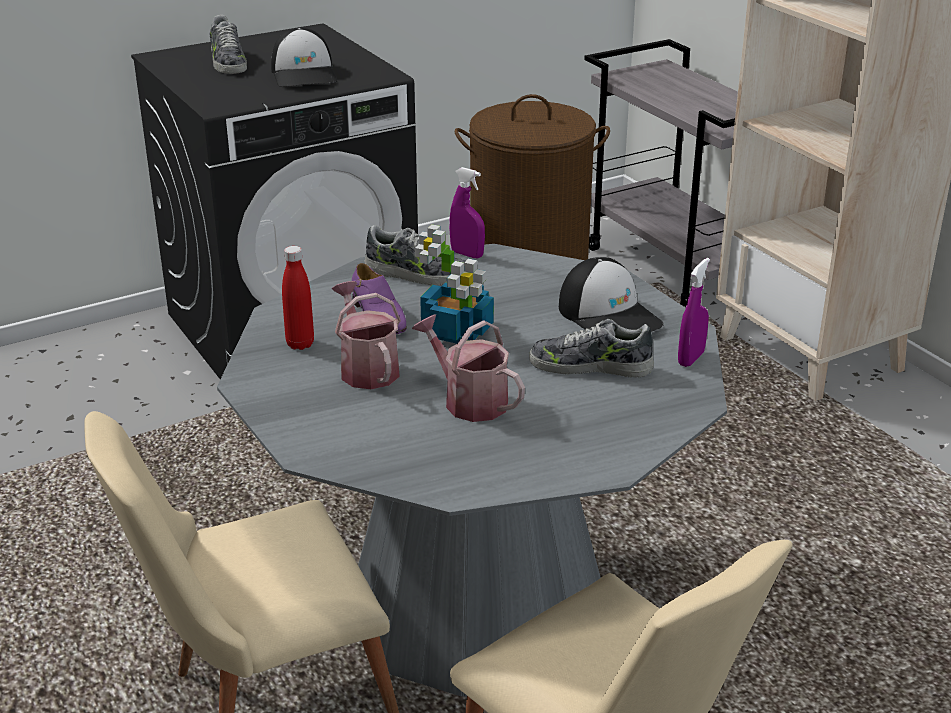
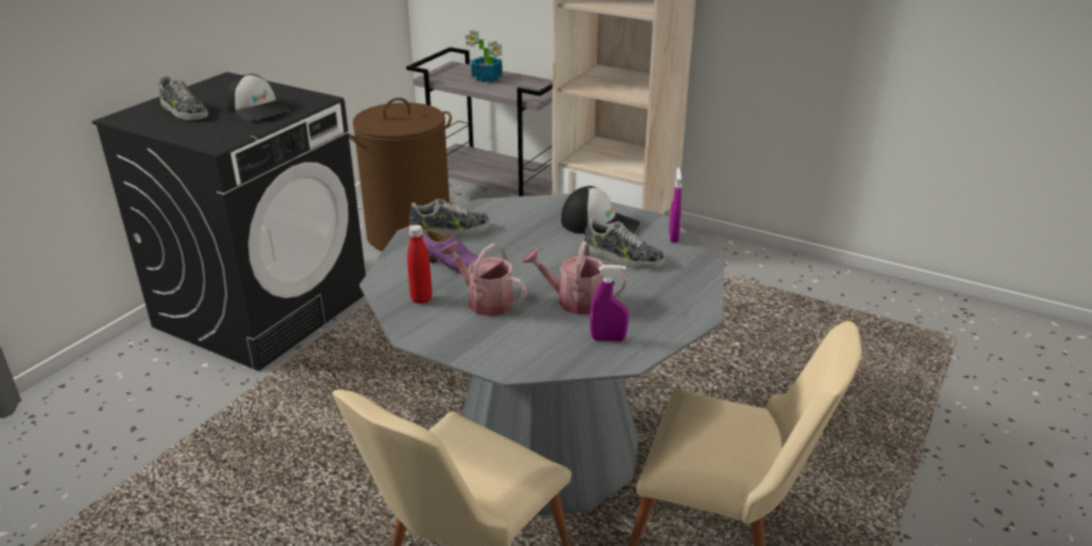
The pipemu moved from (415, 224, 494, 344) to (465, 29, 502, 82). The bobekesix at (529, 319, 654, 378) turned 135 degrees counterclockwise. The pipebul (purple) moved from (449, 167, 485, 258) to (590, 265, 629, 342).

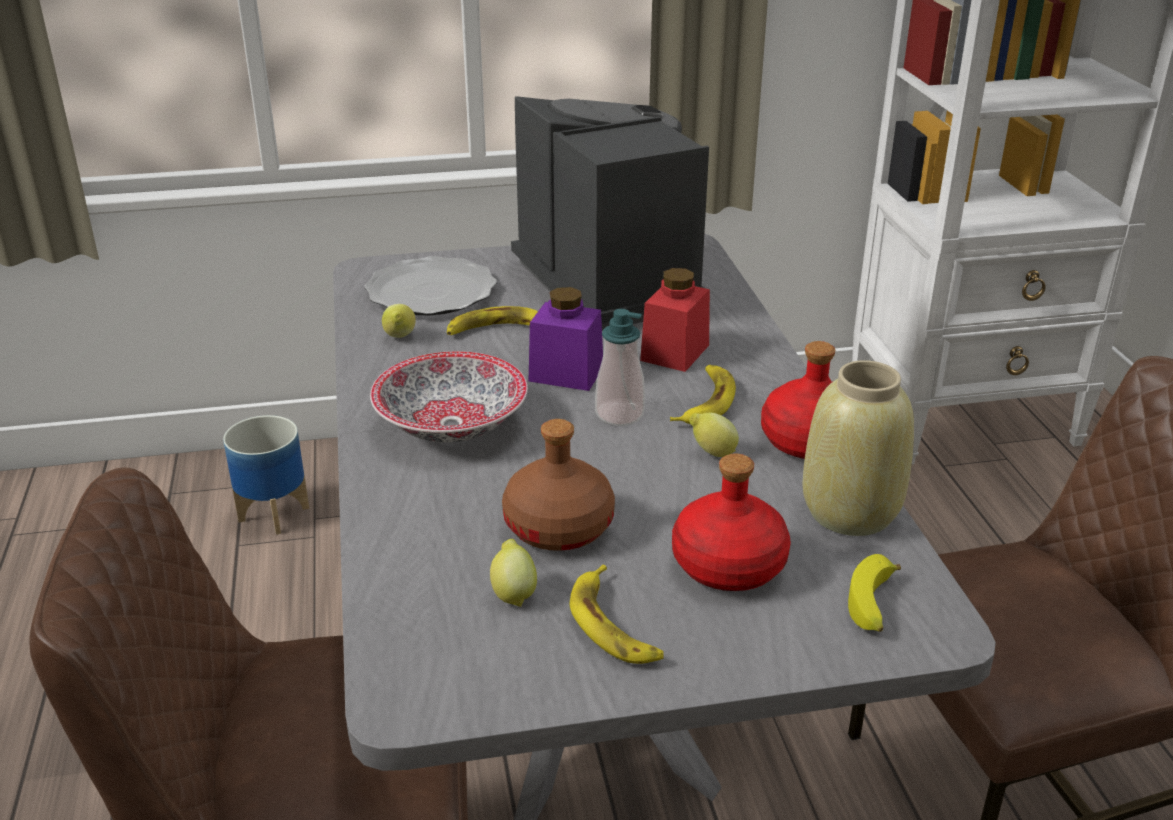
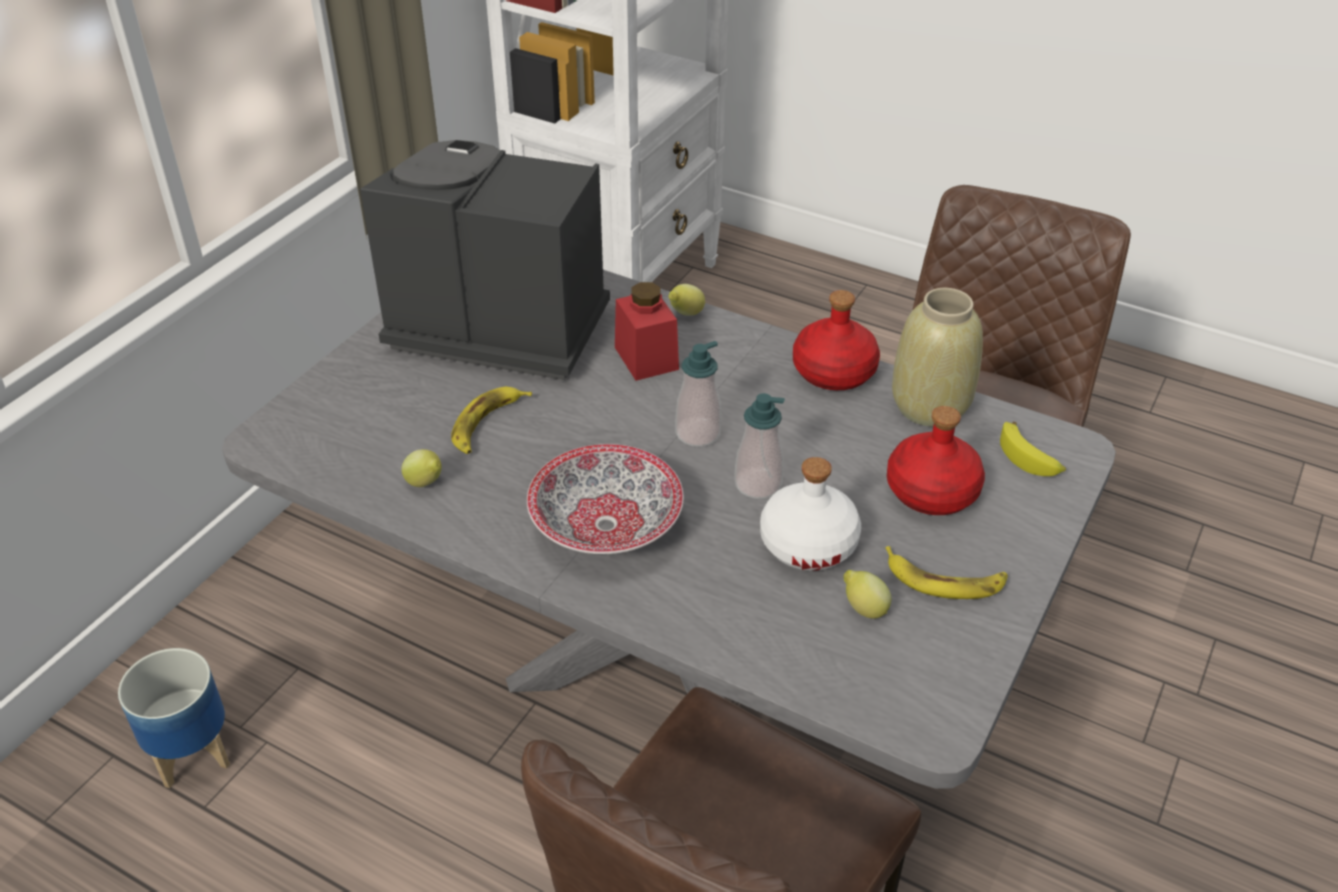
The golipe moved from (689, 413, 739, 457) to (669, 284, 705, 316). The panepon at (734, 393, 785, 499) appeared. The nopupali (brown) at (502, 419, 615, 550) became the nopupali (white) at (760, 457, 861, 571). The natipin at (364, 256, 497, 315) disappeared. The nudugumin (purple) at (528, 287, 603, 391) disappeared. The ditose at (670, 365, 736, 424) disappeared.

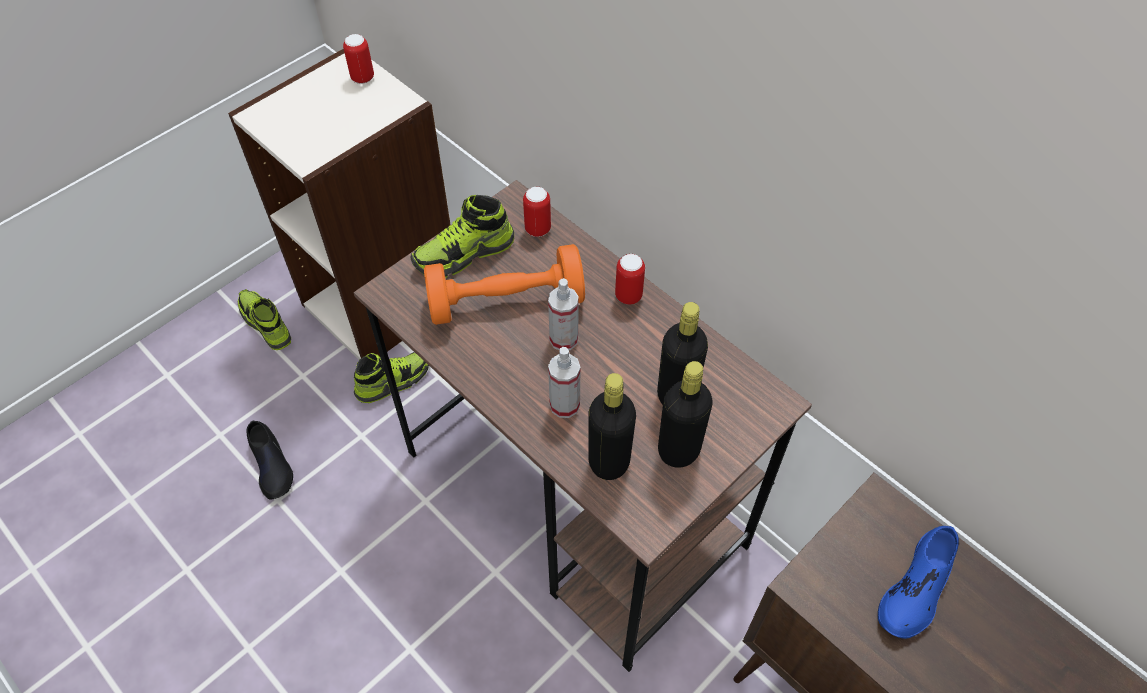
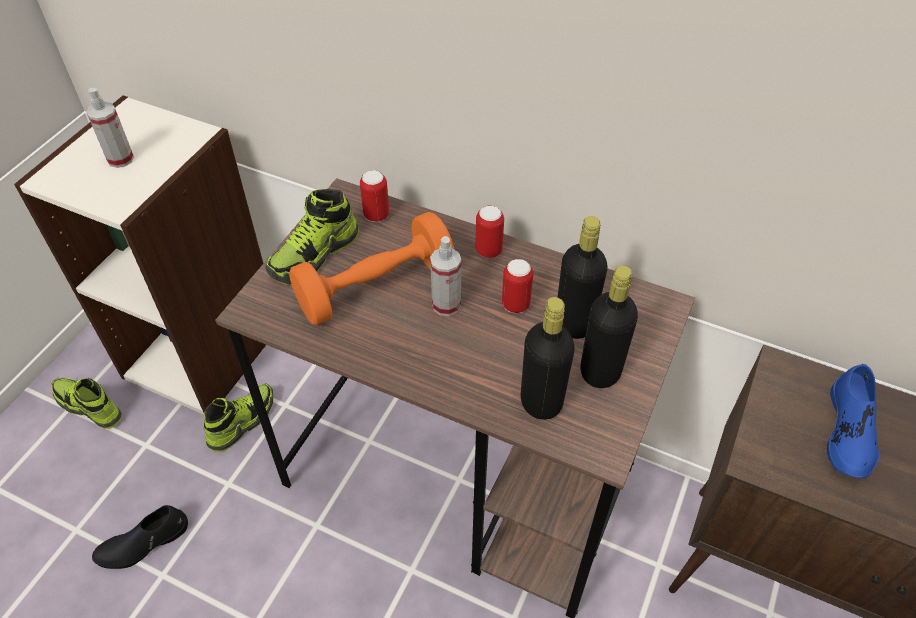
The pipebul moved from (548, 347, 580, 418) to (86, 88, 134, 168). The bobekesix (black) at (246, 420, 293, 500) turned 105 degrees clockwise. The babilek moved from (343, 34, 374, 84) to (502, 259, 533, 314).

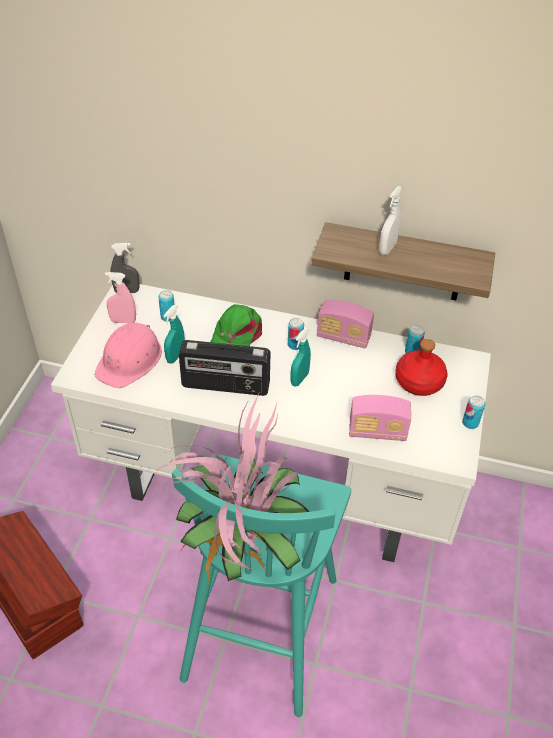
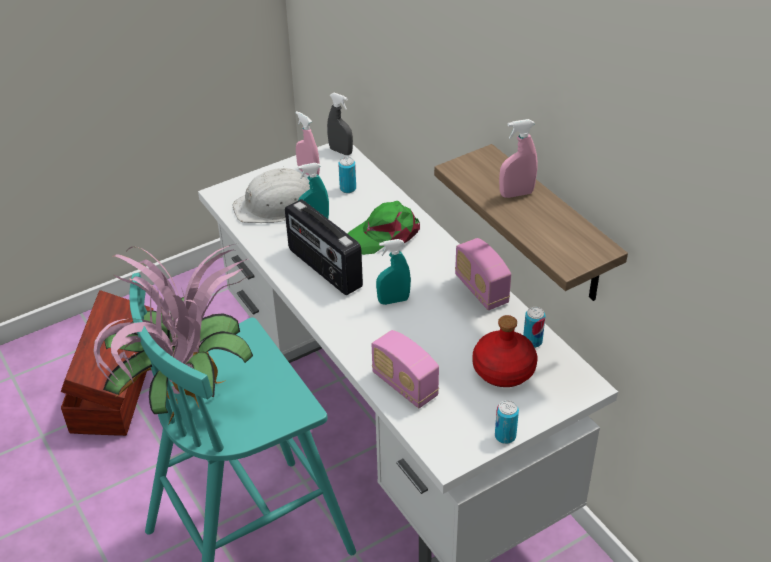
The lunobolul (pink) at (95, 323, 162, 388) became the lunobolul (white) at (232, 168, 310, 223). The pipebul (white) at (379, 186, 402, 255) became the pipebul (pink) at (499, 119, 538, 198). The babilek at (288, 318, 304, 350) disappeared.

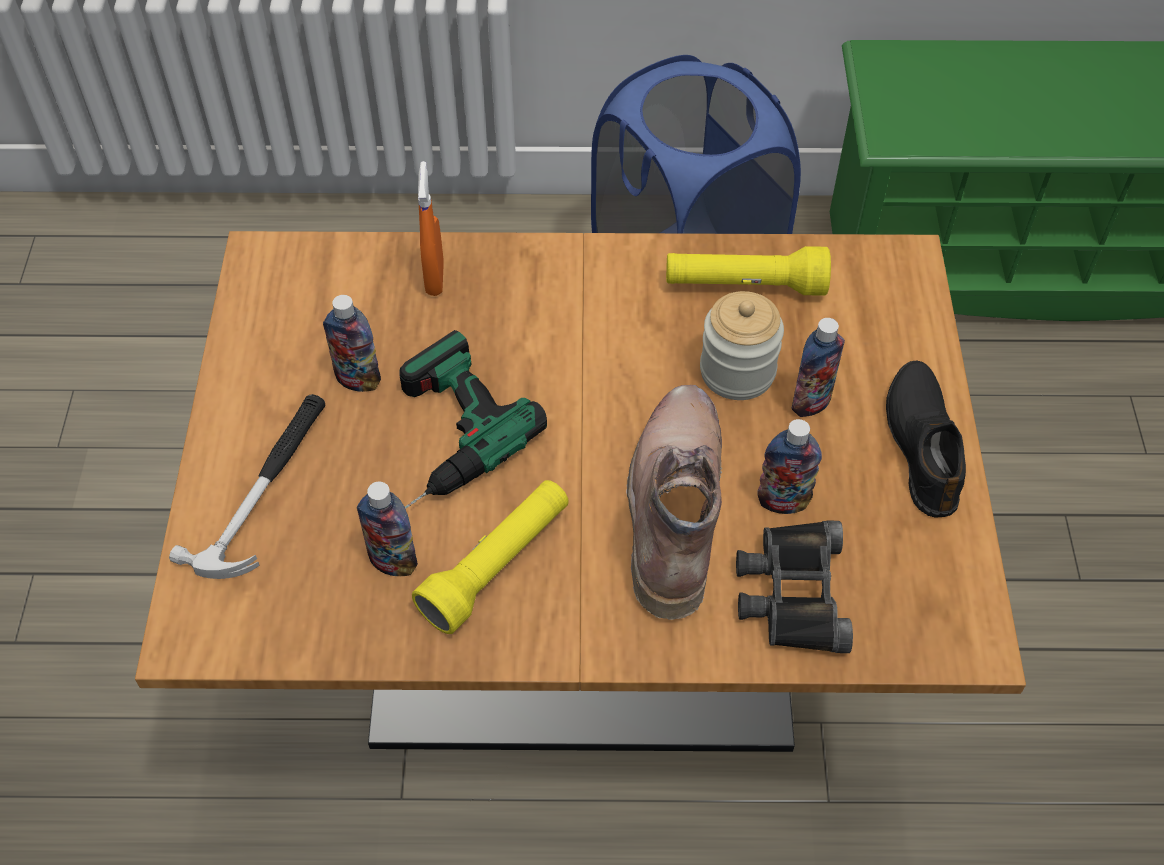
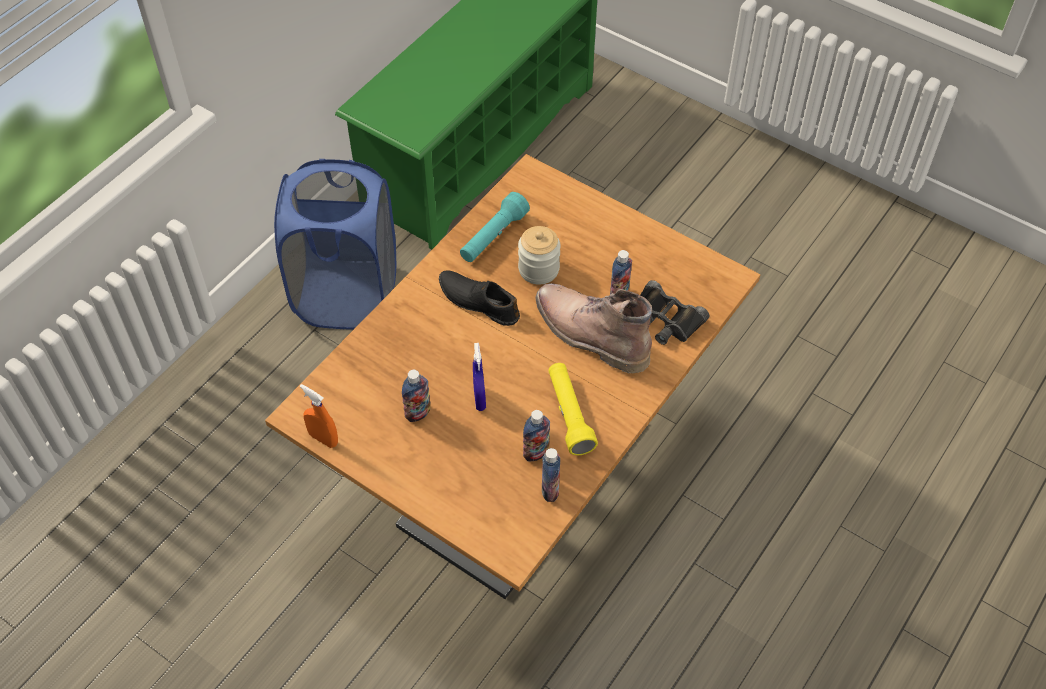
The pipebul (orange) moved from (418, 161, 444, 296) to (300, 384, 338, 448). The bobekesix (black) moved from (886, 361, 966, 518) to (439, 270, 520, 326). The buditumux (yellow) at (666, 246, 831, 296) became the buditumux (turquoise) at (460, 192, 530, 262). The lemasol at (399, 330, 547, 509) was replaced by the pipebul (blue) at (473, 343, 486, 411). The nopupali moved from (792, 318, 845, 417) to (542, 448, 560, 502). The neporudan at (169, 394, 325, 579) disappeared.

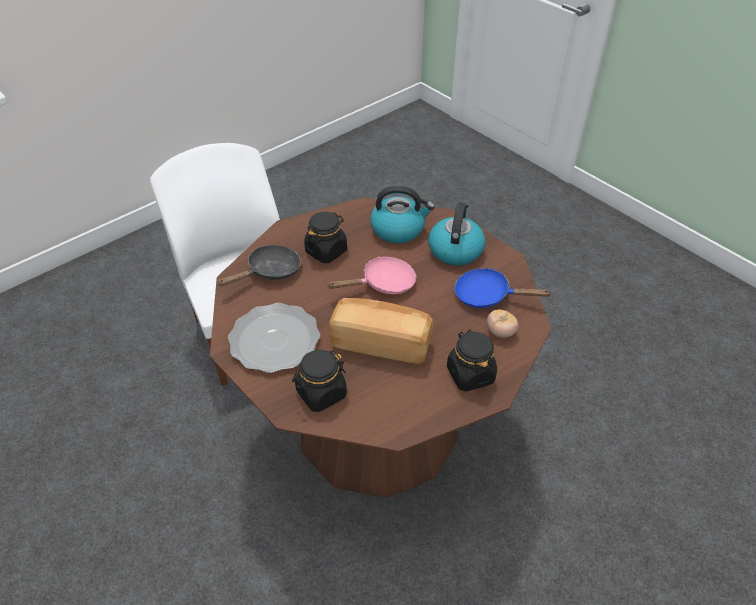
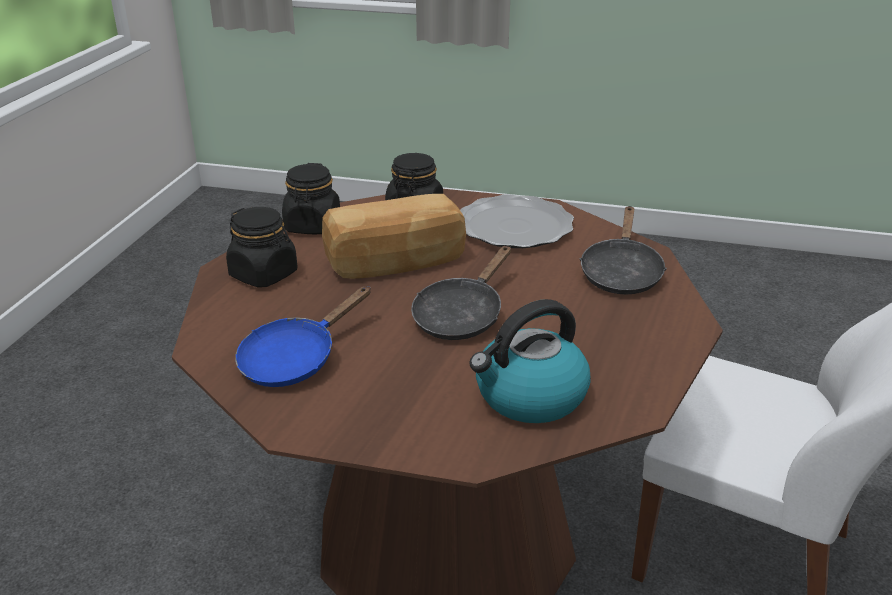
The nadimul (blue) at (454, 268, 551, 308) turned 150 degrees clockwise. The nudugumin (black) moved from (304, 212, 347, 263) to (282, 163, 340, 234). The nadimul (pink) at (327, 257, 416, 294) became the nadimul (black) at (411, 246, 511, 340). The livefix at (428, 202, 485, 265) disappeared. The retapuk at (487, 309, 519, 338) disappeared.

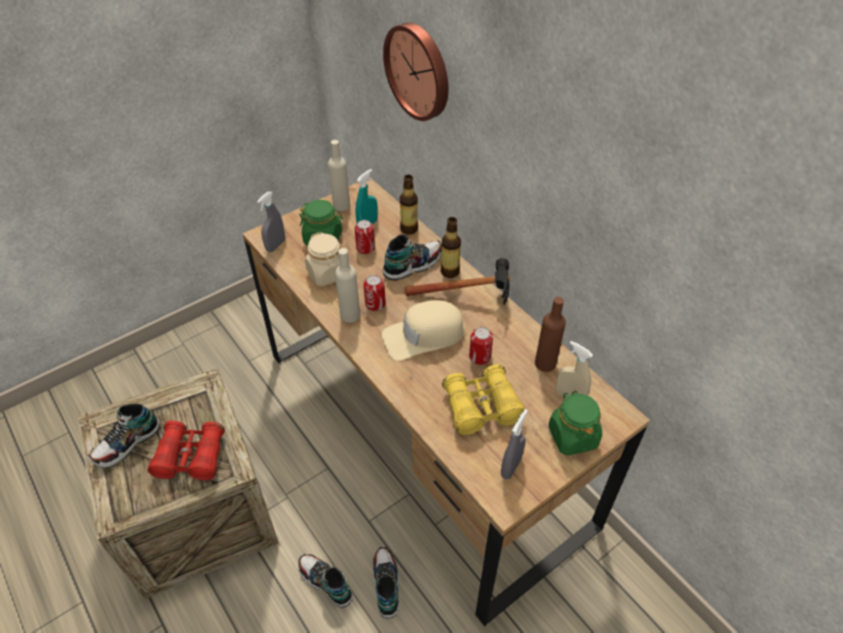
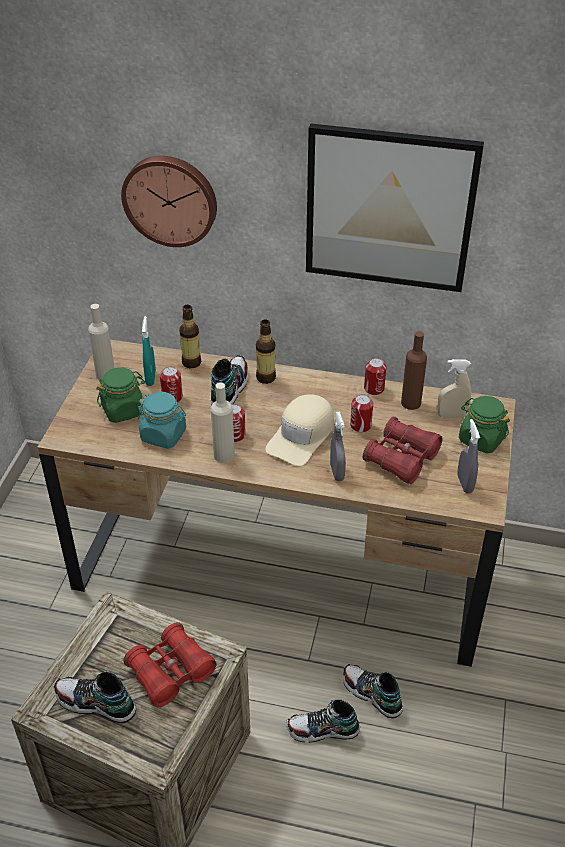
The bobekesix at (88, 404, 160, 468) turned 105 degrees clockwise. The nudugumin (beige) at (305, 232, 341, 286) became the nudugumin (turquoise) at (138, 392, 186, 448). The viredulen at (306, 123, 484, 292) appeared. The pipebul (grey) moved from (257, 192, 285, 252) to (330, 412, 346, 481). The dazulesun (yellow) at (442, 364, 525, 435) became the dazulesun (red) at (363, 417, 442, 484). The babilek at (364, 358, 386, 395) appeared. The neporudan at (405, 258, 510, 304) disappeared.

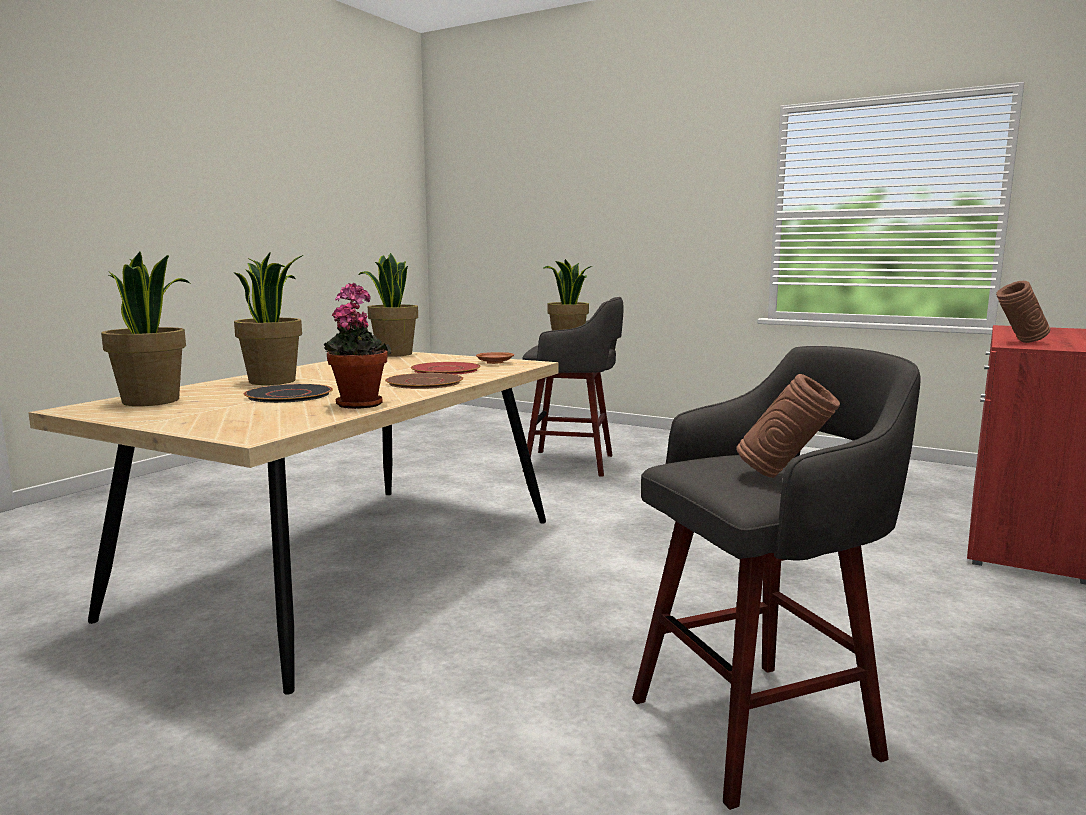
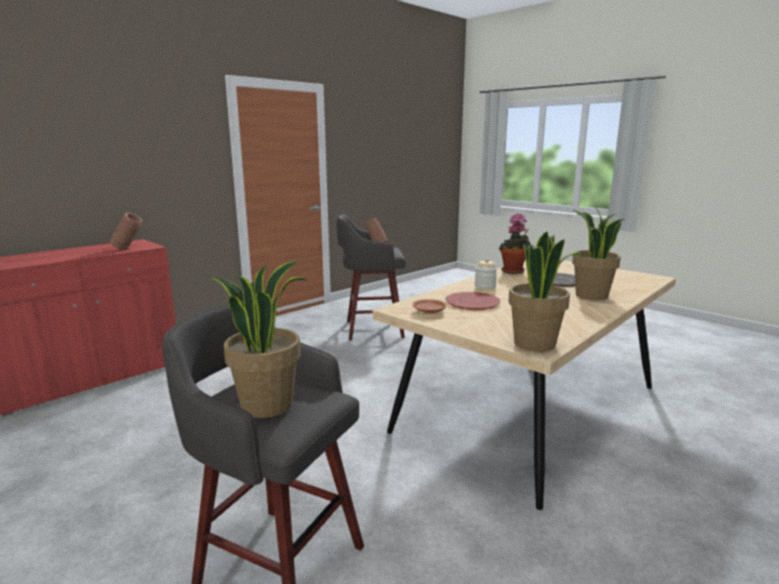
The natipin (brown) at (385, 373, 463, 389) was replaced by the nudugumin at (475, 258, 497, 289). The pipemu at (101, 252, 190, 406) disappeared.

